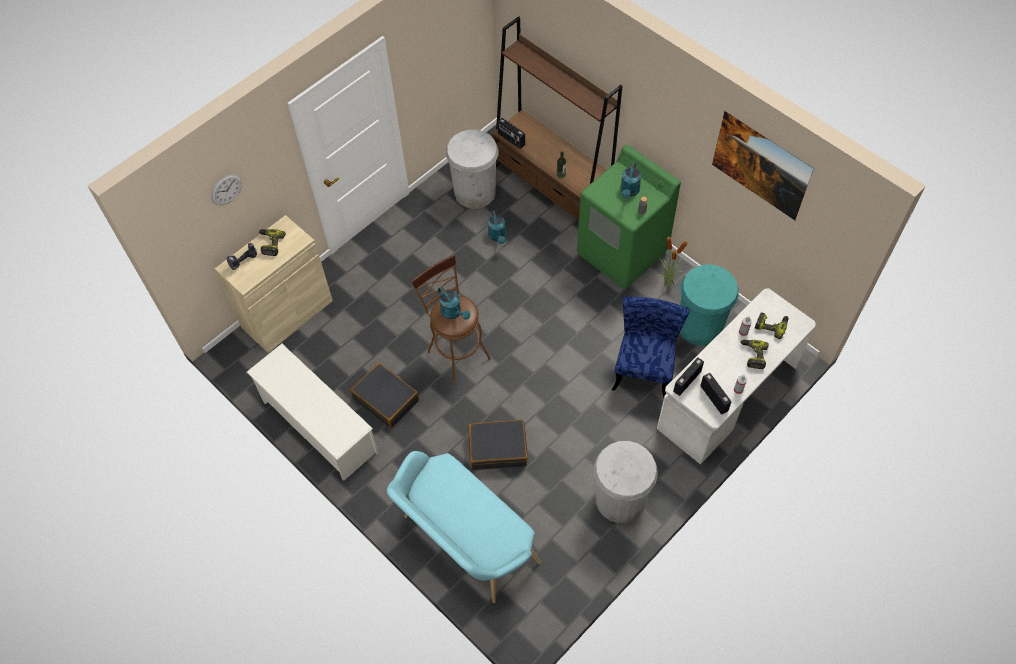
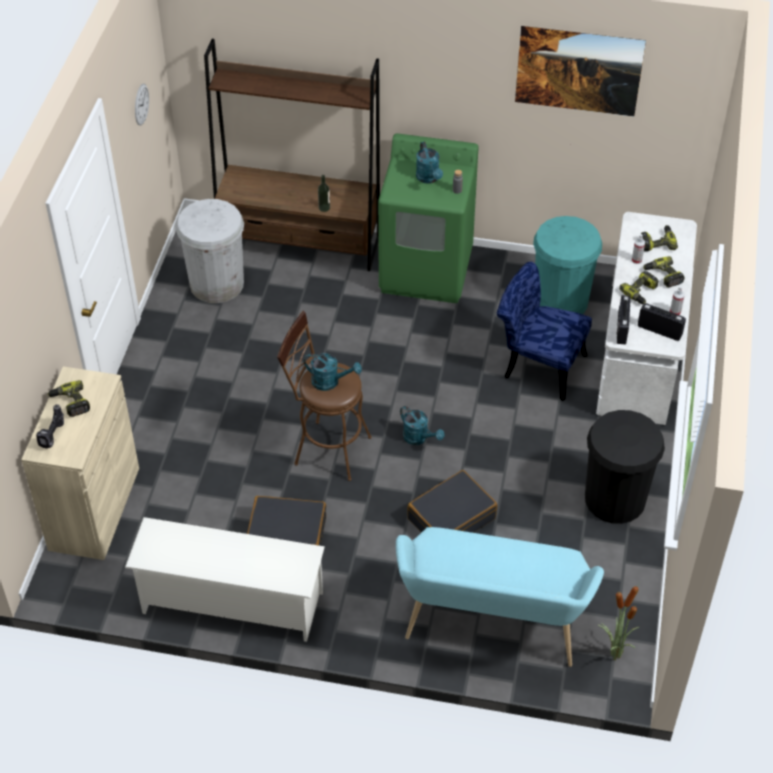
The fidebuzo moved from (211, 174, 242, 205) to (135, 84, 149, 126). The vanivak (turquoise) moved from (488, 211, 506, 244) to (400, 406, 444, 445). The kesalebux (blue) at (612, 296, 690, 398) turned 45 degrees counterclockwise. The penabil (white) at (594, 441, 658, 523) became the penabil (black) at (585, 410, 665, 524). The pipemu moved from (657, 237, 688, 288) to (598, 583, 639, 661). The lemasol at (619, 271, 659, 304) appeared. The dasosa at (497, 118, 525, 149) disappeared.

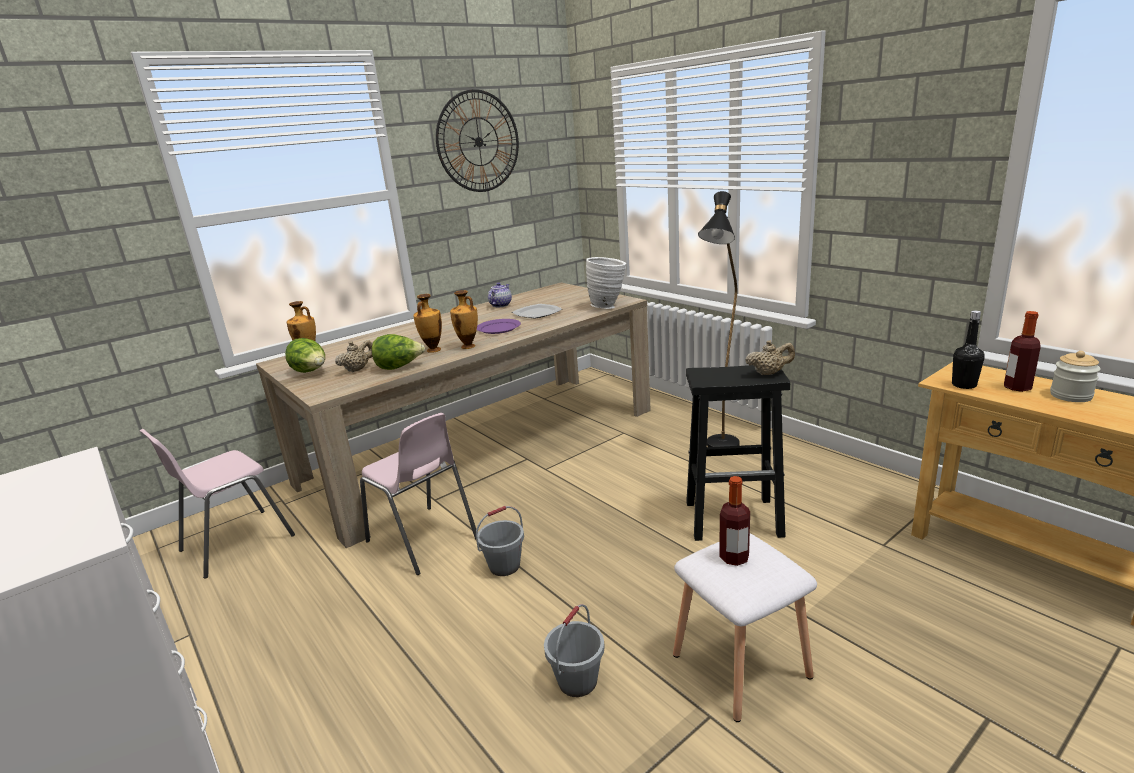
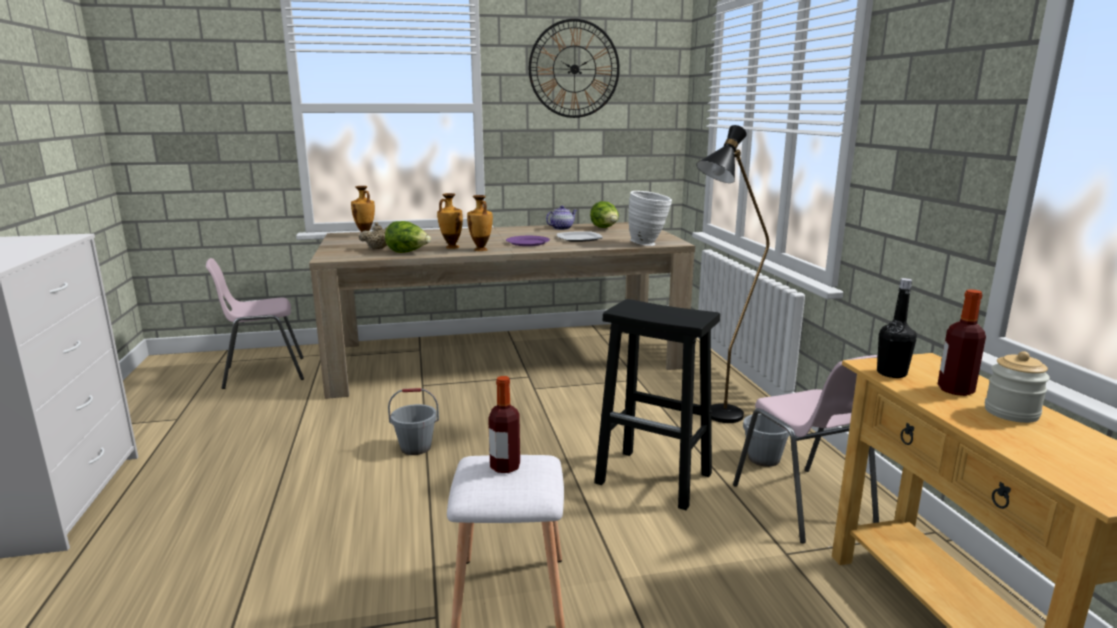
The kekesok moved from (285, 338, 325, 373) to (590, 201, 619, 228). The kesalebux (pink) moved from (360, 413, 476, 575) to (733, 355, 879, 544). The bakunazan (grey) moved from (544, 604, 605, 697) to (743, 408, 790, 467). The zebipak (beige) at (745, 340, 795, 375) disappeared.

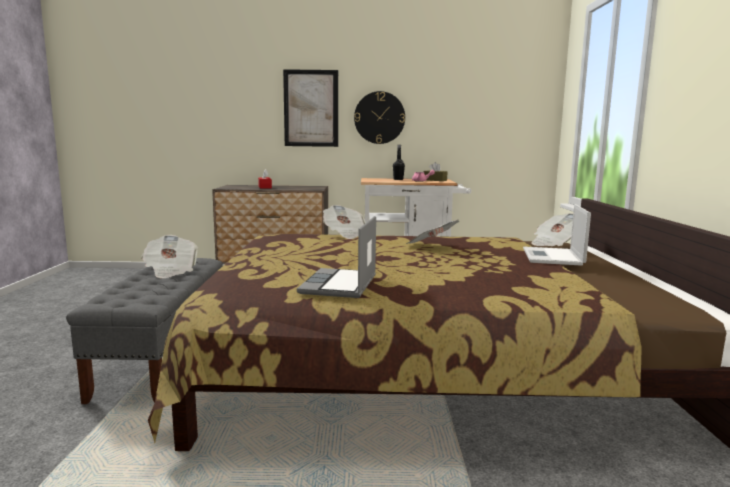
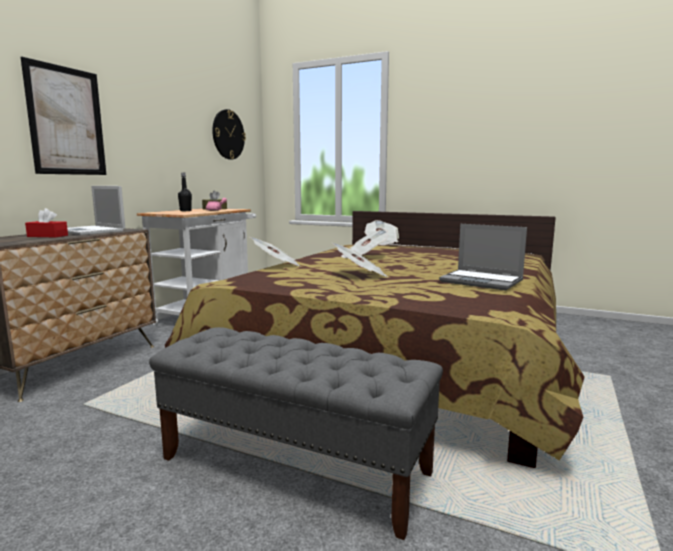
The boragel moved from (523, 204, 591, 266) to (67, 186, 125, 235). The fidebuzo moved from (354, 91, 405, 144) to (212, 109, 246, 160). The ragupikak moved from (141, 235, 198, 278) to (331, 242, 388, 277).

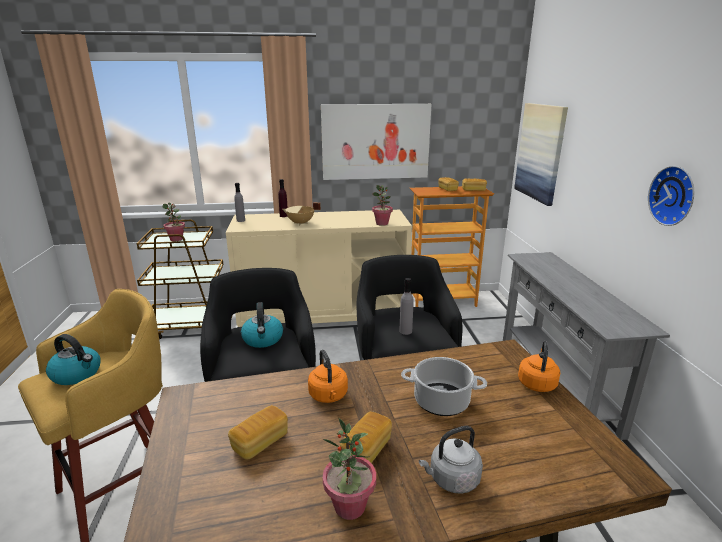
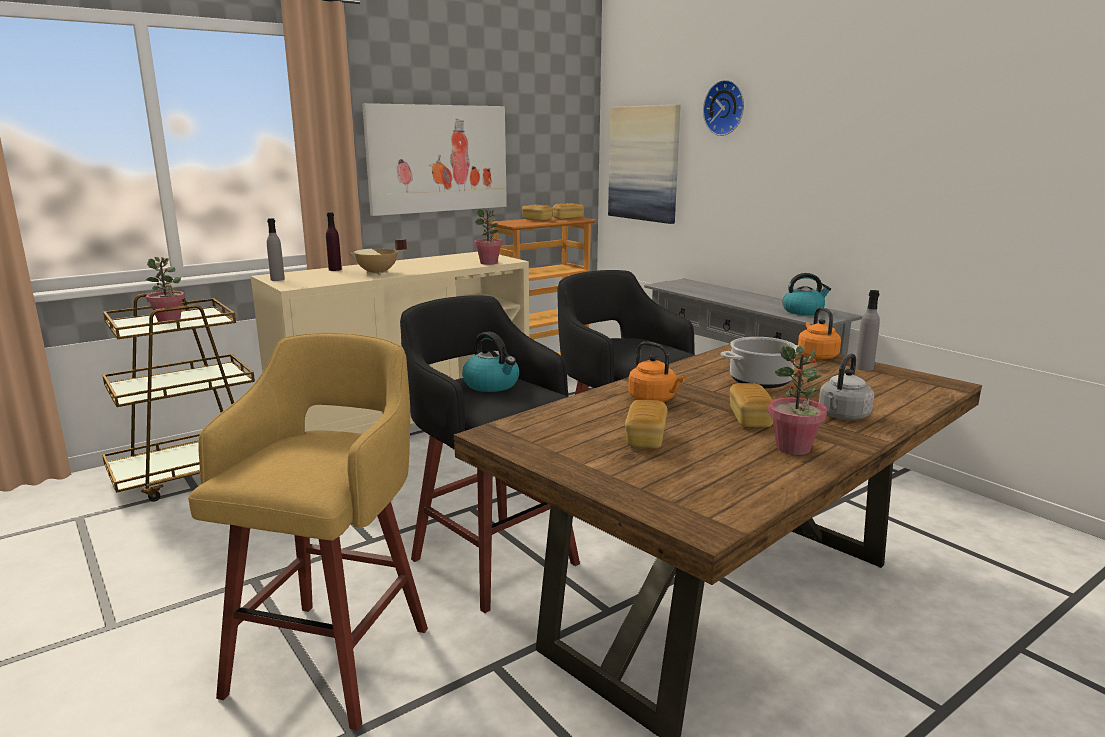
The fidebuzo moved from (648, 166, 694, 226) to (703, 80, 744, 136). The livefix moved from (46, 334, 101, 385) to (782, 273, 831, 315). The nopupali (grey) moved from (399, 278, 414, 335) to (855, 290, 880, 371).

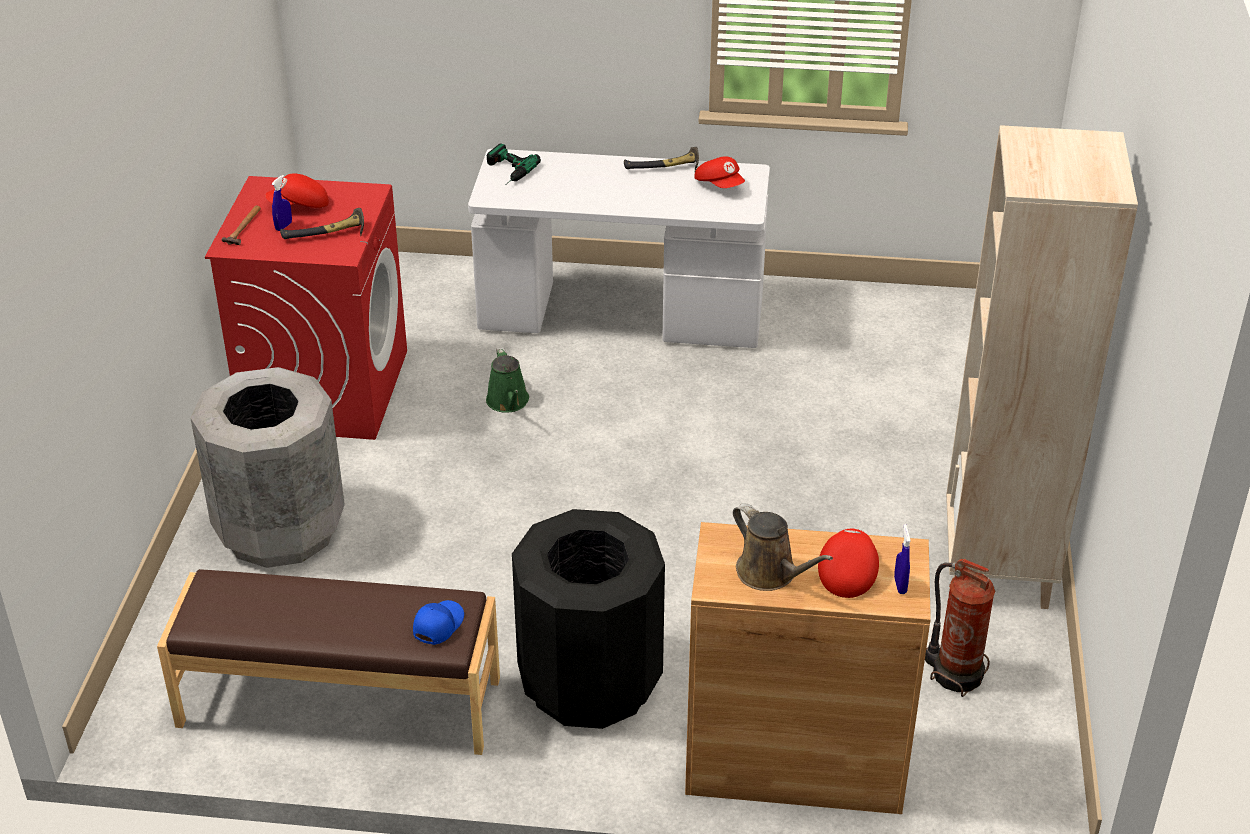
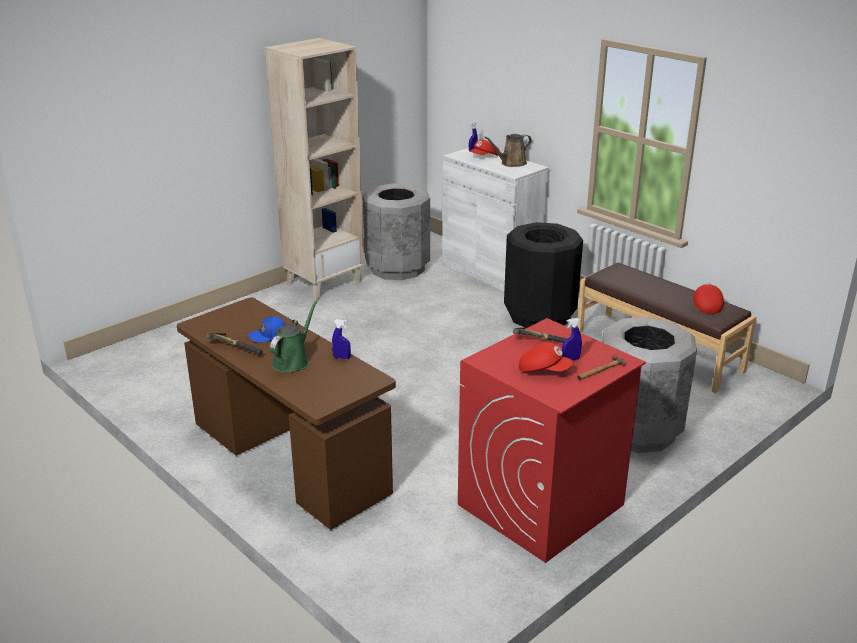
The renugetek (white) at (468, 149, 770, 348) became the renugetek (brown) at (177, 297, 396, 530). The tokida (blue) moved from (413, 600, 464, 645) to (248, 316, 285, 343). The vanivak (green) moved from (486, 347, 529, 413) to (270, 300, 318, 373). The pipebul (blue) at (332, 319, 351, 359) appeared. The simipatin at (925, 559, 995, 697) was replaced by the penabil (grey) at (363, 184, 430, 280). The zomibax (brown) at (685, 522, 931, 814) became the zomibax (white) at (443, 148, 549, 291). The vanivak (brown) at (733, 503, 833, 591) turned 120 degrees counterclockwise. The tokida (red) moved from (694, 156, 745, 188) to (693, 284, 724, 314). The lemasol at (487, 143, 541, 185) disappeared.

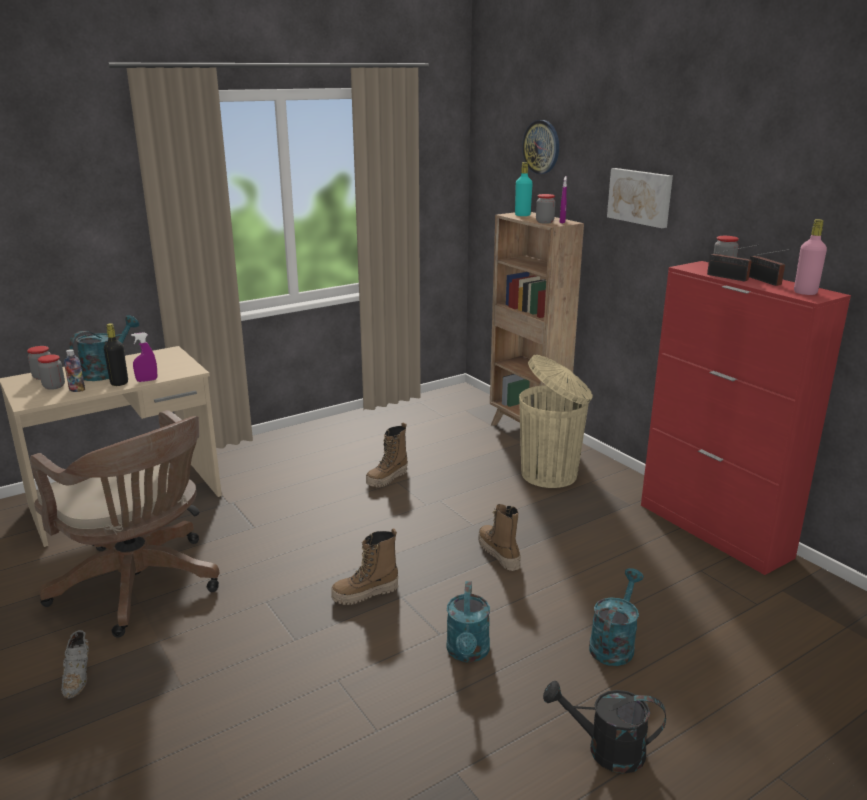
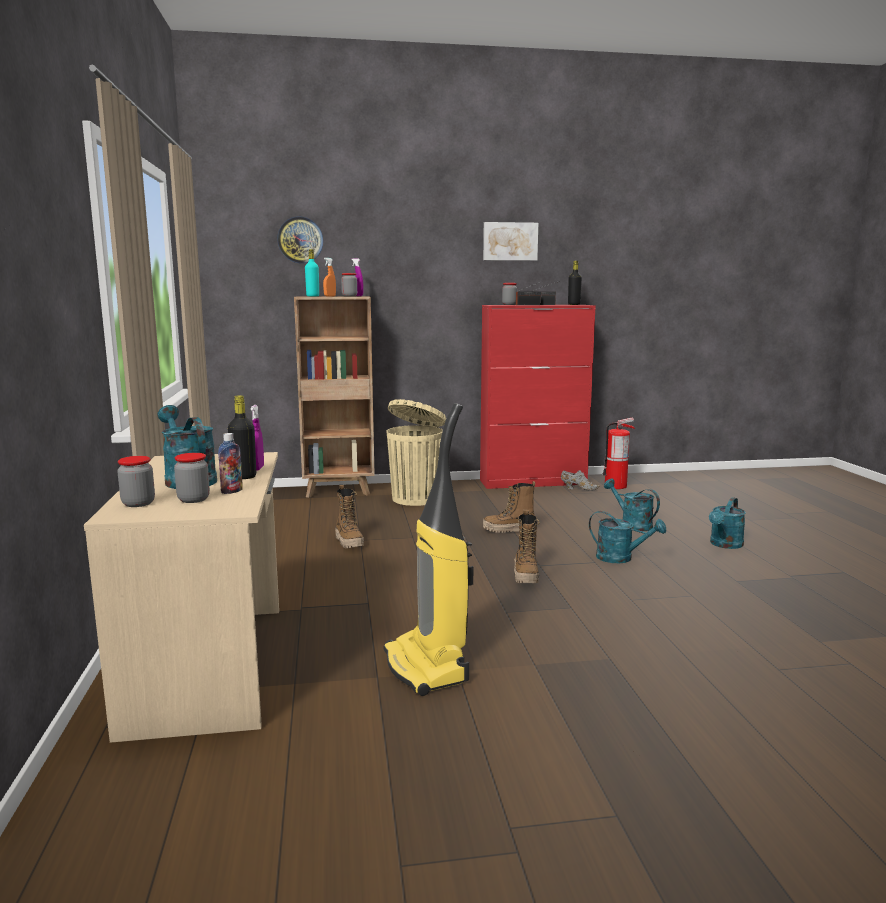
The pipebul (orange) at (323, 258, 336, 296) appeared. The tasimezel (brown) at (30, 410, 220, 637) was replaced by the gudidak at (384, 403, 473, 696). The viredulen moved from (607, 168, 673, 228) to (483, 222, 538, 261). The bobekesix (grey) moved from (61, 630, 89, 699) to (561, 470, 600, 490). The nopupali (pink) at (794, 219, 827, 295) became the nopupali (black) at (568, 261, 582, 305). The simipatin at (602, 418, 635, 489) appeared. The vanivak (black) at (543, 681, 666, 774) became the vanivak (turquoise) at (709, 498, 746, 549).

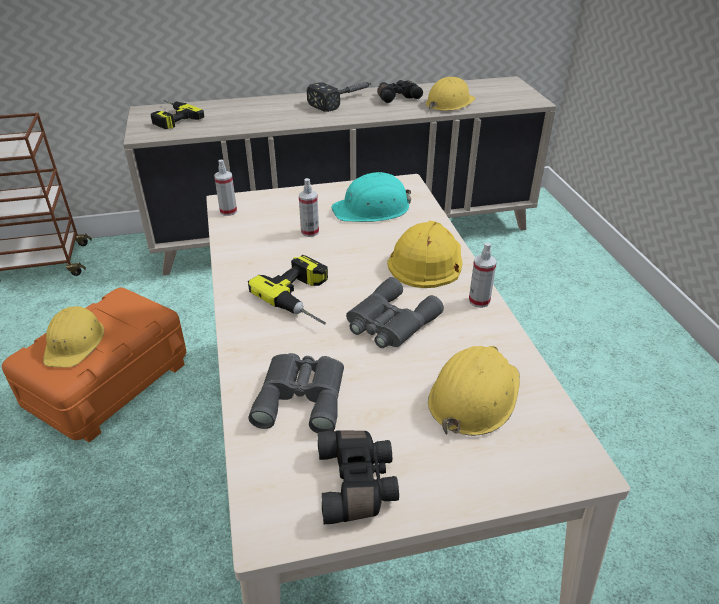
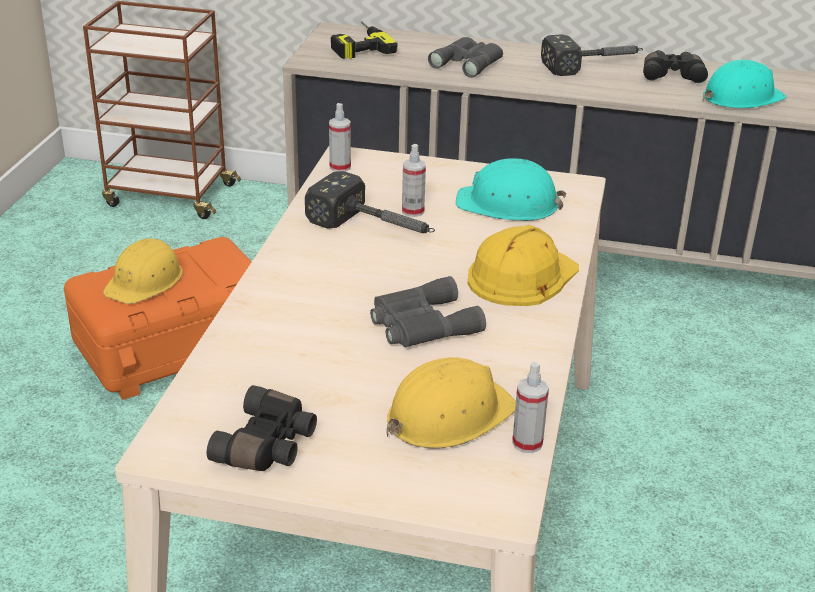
The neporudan at (305, 171, 435, 233) appeared. The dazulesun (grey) moved from (248, 353, 344, 433) to (428, 37, 503, 78). The pipebul moved from (469, 243, 497, 308) to (512, 362, 549, 453). The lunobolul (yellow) at (426, 77, 476, 111) became the lunobolul (turquoise) at (703, 60, 787, 108). The lemasol at (248, 255, 328, 325) disappeared.

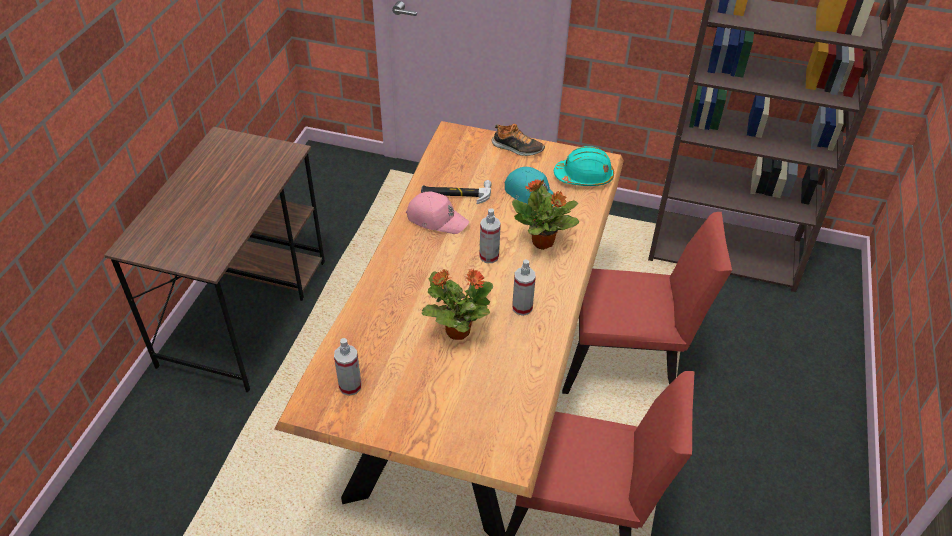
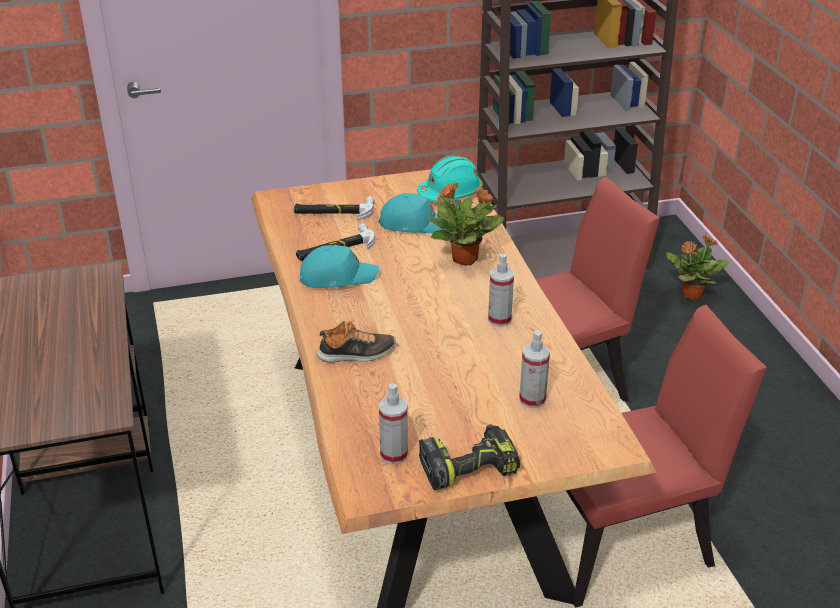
The neporudan at (294, 196, 374, 220) appeared. The tokida (pink) at (406, 192, 469, 234) became the tokida (turquoise) at (300, 245, 379, 288). The bobekesix moved from (492, 124, 545, 156) to (316, 321, 396, 362). The lemasol at (419, 424, 520, 490) appeared. The pipebul moved from (479, 208, 501, 263) to (519, 330, 550, 408). The pipemu moved from (422, 269, 493, 340) to (666, 235, 729, 300).

